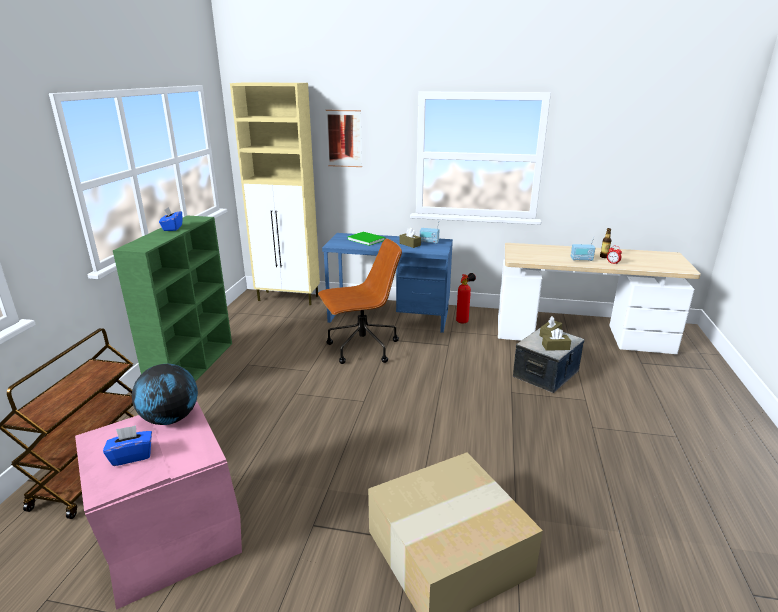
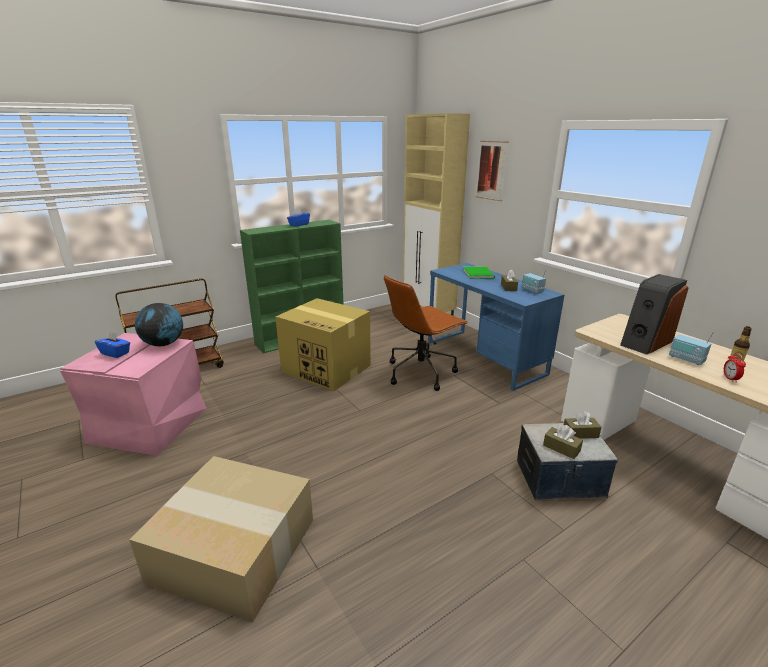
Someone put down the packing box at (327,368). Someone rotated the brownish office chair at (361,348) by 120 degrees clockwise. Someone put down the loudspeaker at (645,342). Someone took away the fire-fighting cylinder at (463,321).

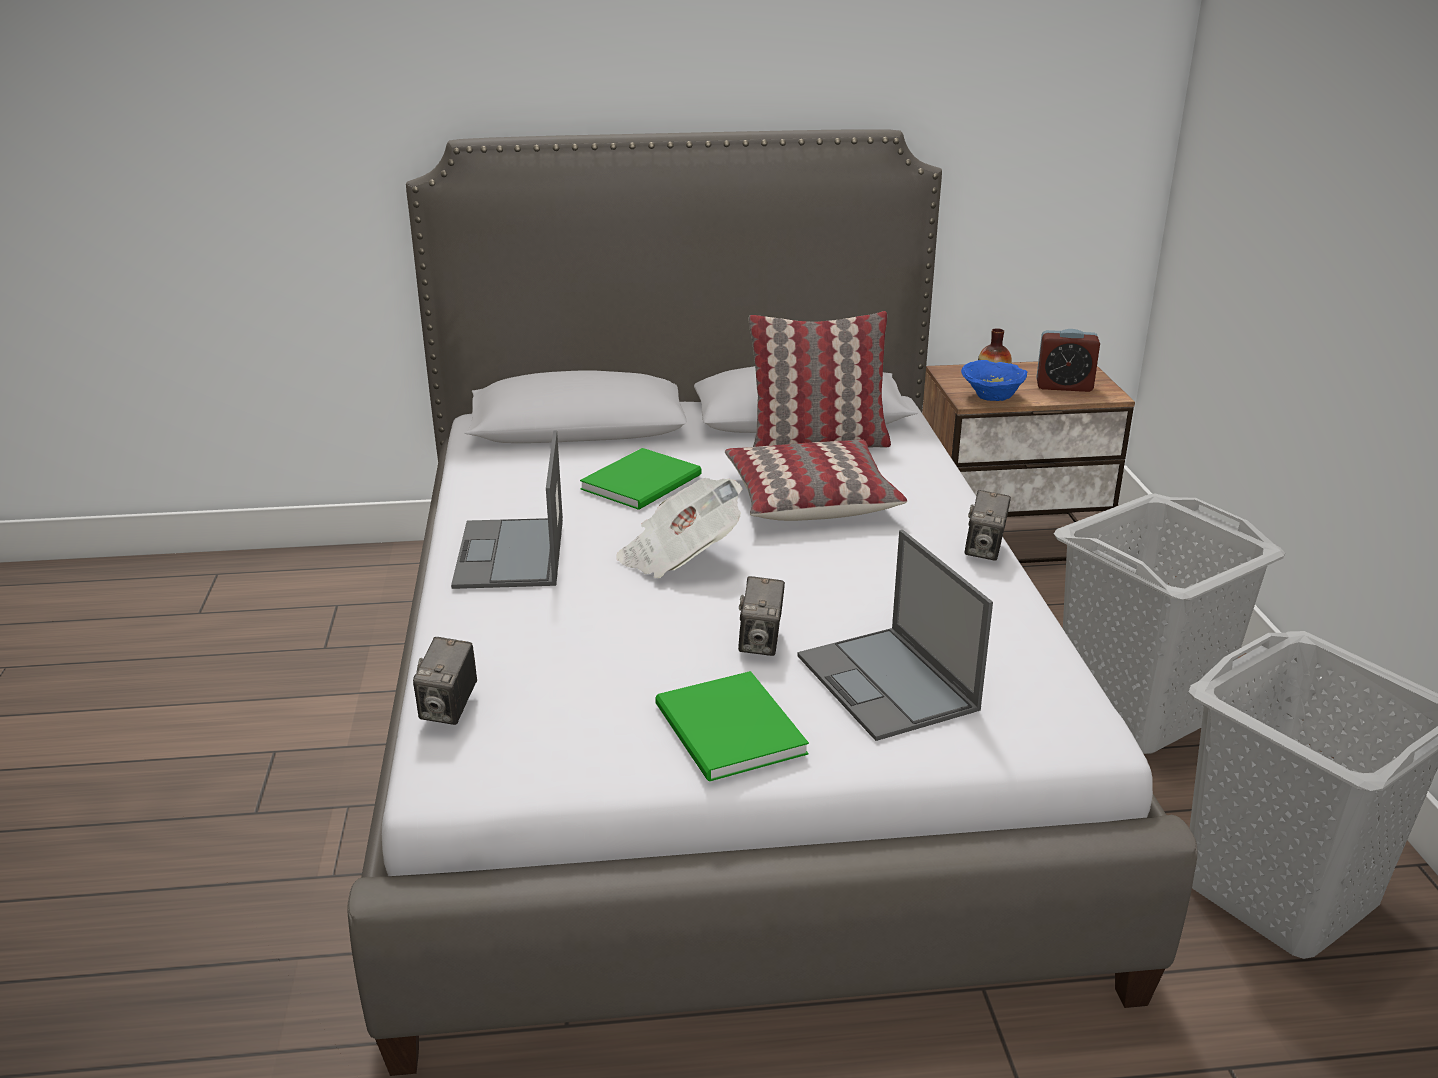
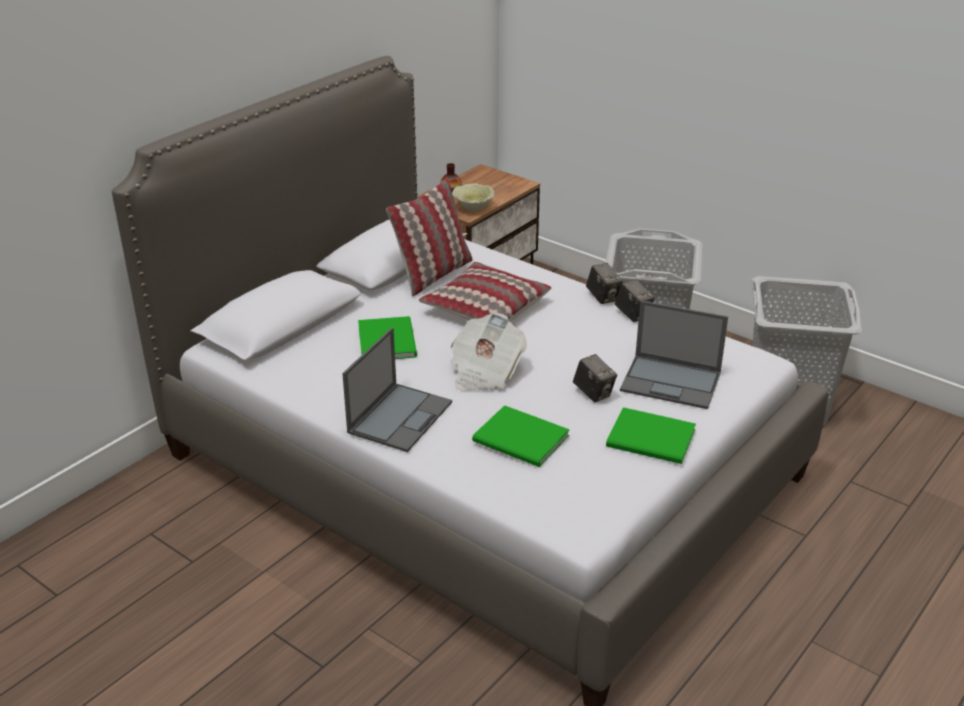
Someone rotated the laptop at (511,555) by 105 degrees counterclockwise. Someone repainted the blue-coloured deep dish at (991,396), which became the sand-coloured deep dish at (472,207). Someone put down the green-coloured bound book at (522,440). Someone carried the photo camera from (449,709) to (633,315). Someone took away the bedside clock at (1064,386).

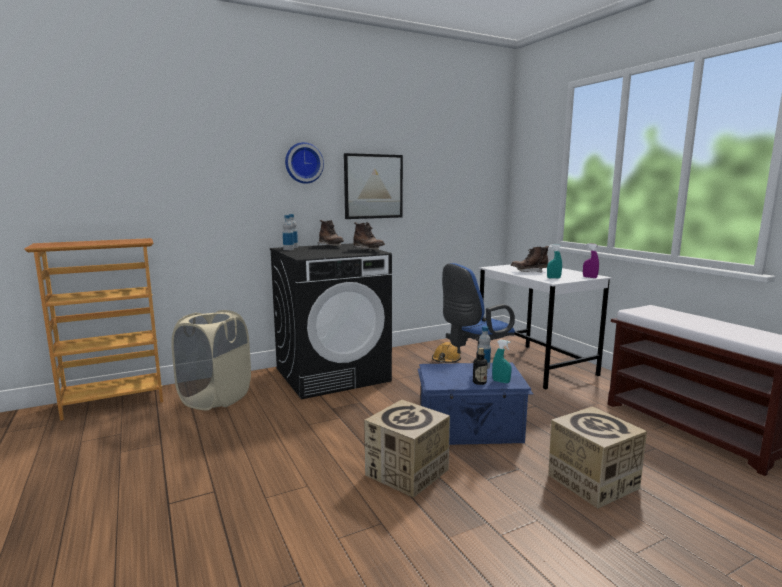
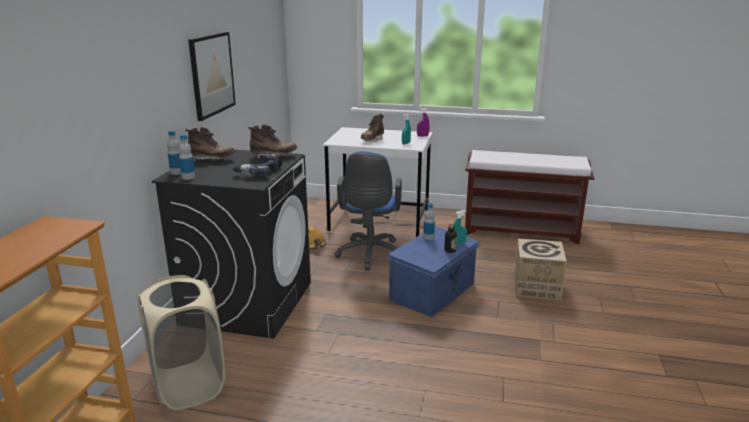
Someone put down the electric drill at (259,172). Someone took away the wall clock at (303,163). Someone took away the packing box at (407,472).

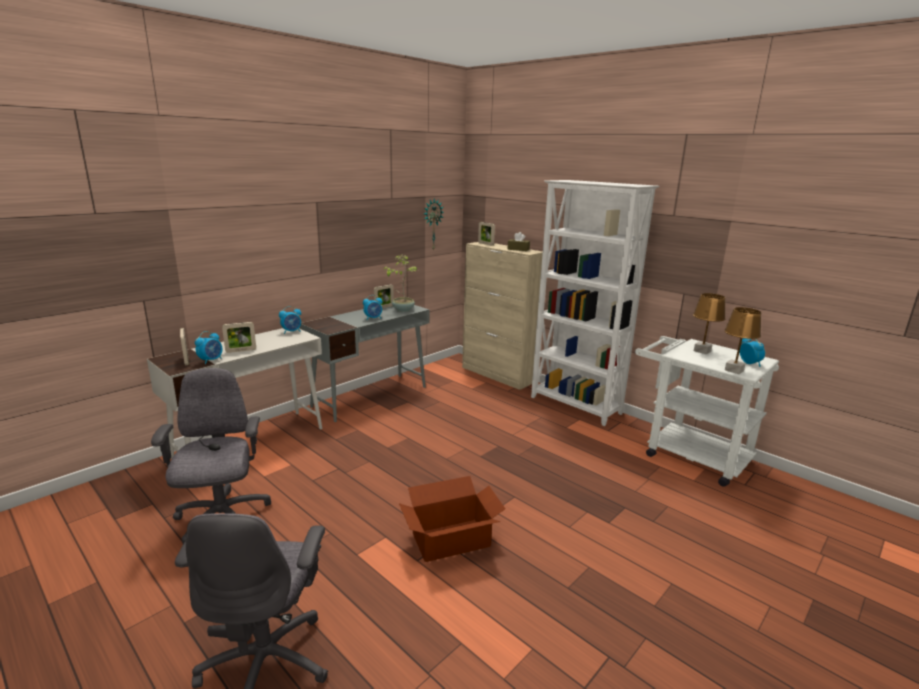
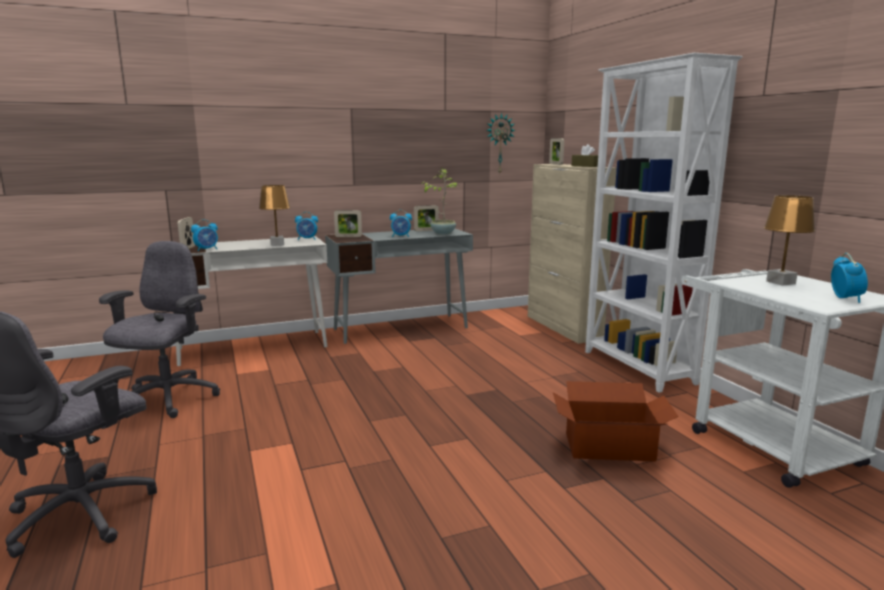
Someone carried the brownish tabletop lamp from (734,370) to (277,244). Someone carried the picture frame from (241,350) to (348,237). Someone carried the packing box from (452,540) to (610,447).

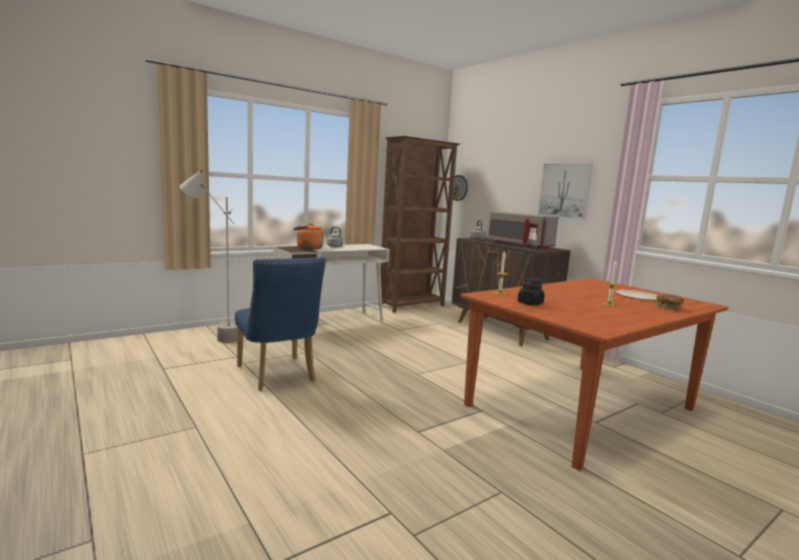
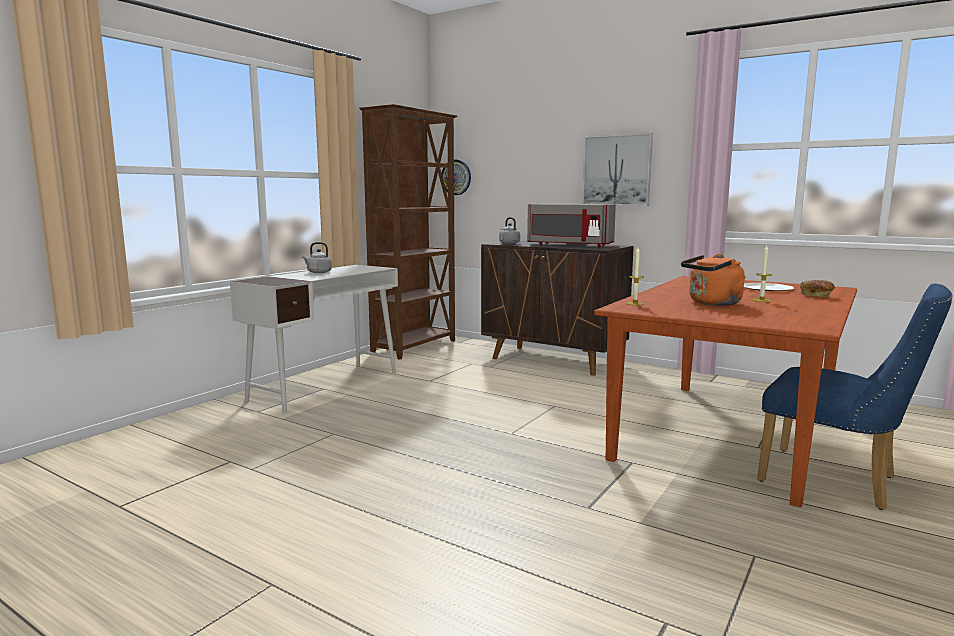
Someone carried the orange-coloured tea kettle from (307,248) to (712,303). Someone carried the blue-coloured upright chair from (278,376) to (838,482). Someone took away the grey standard lamp at (212,337). Someone took away the black jar at (530,303).

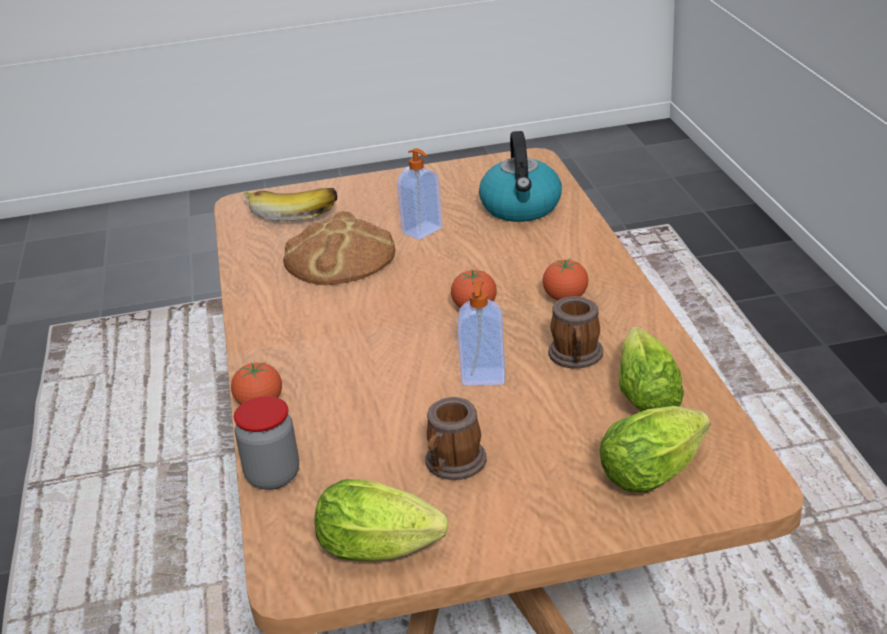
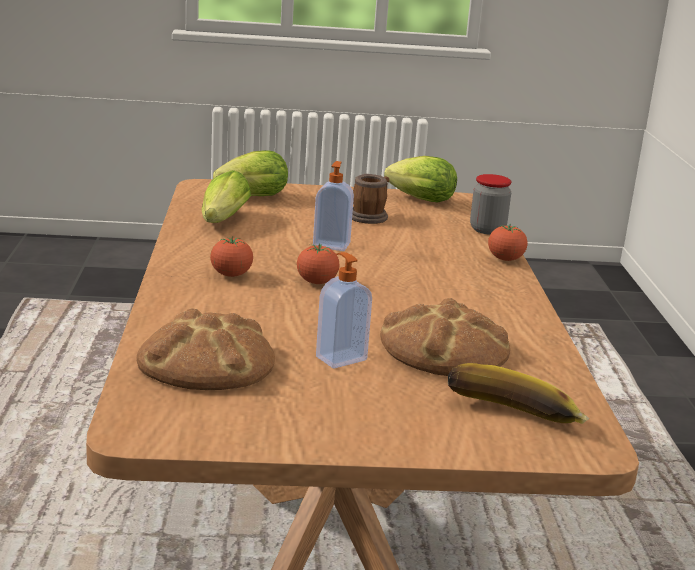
Someone swapped the tea kettle at (521,208) for the baked bread at (206,361). Someone took away the tea mug at (576,357).

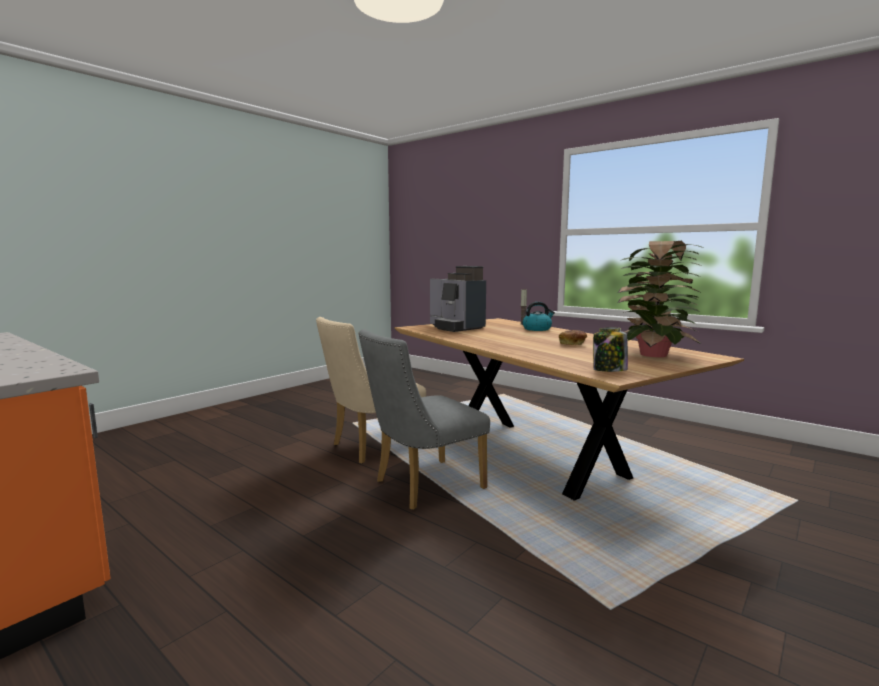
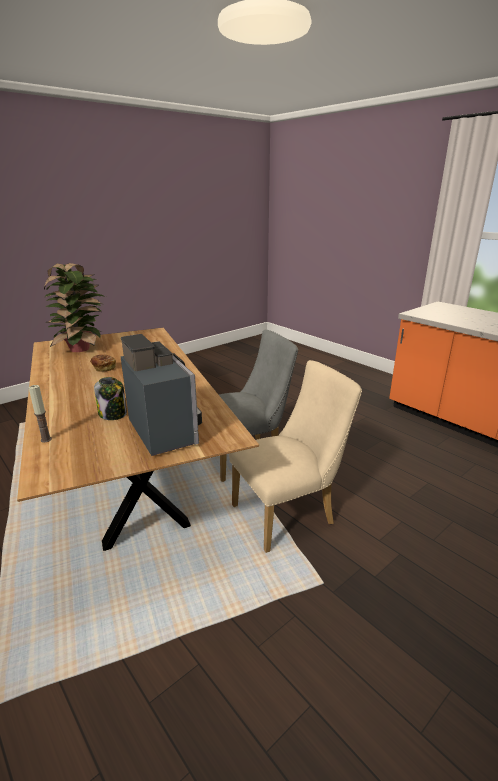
Someone carried the jar from (609,370) to (113,414). Someone took away the tea kettle at (537,329).

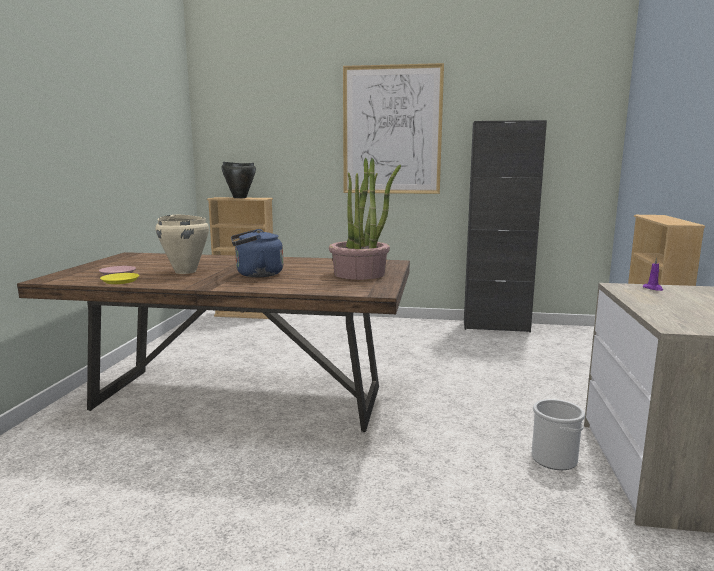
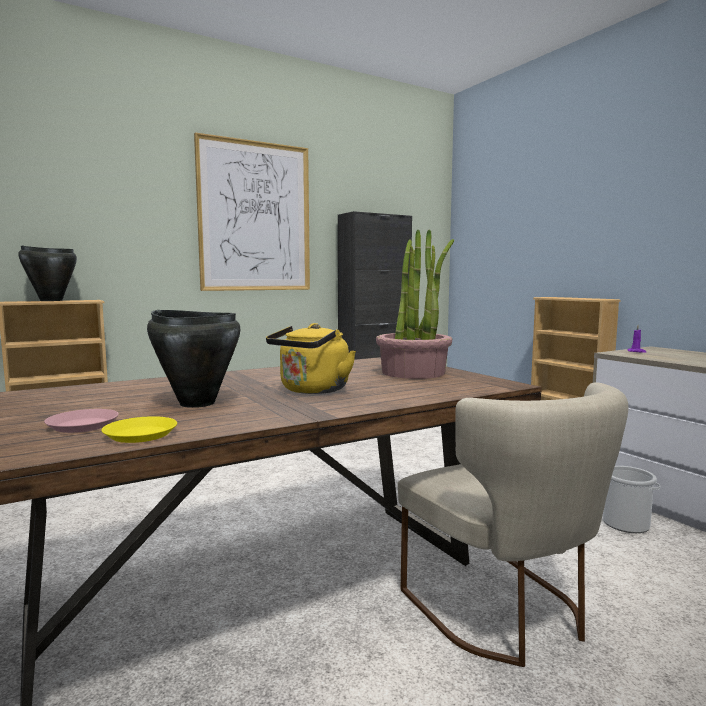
Someone repainted the sand-coloured stockpot at (186,271), which became the black stockpot at (197,403). Someone repainted the blue-coloured tea kettle at (256,275), which became the yellowish tea kettle at (312,390). Someone put down the sand-coloured upright chair at (505,614).

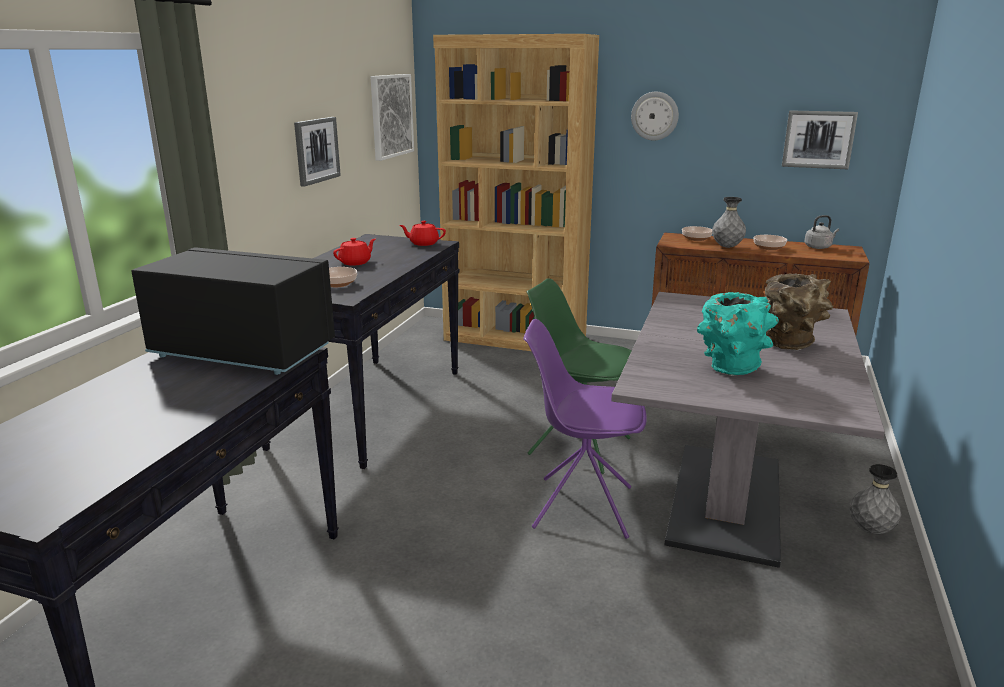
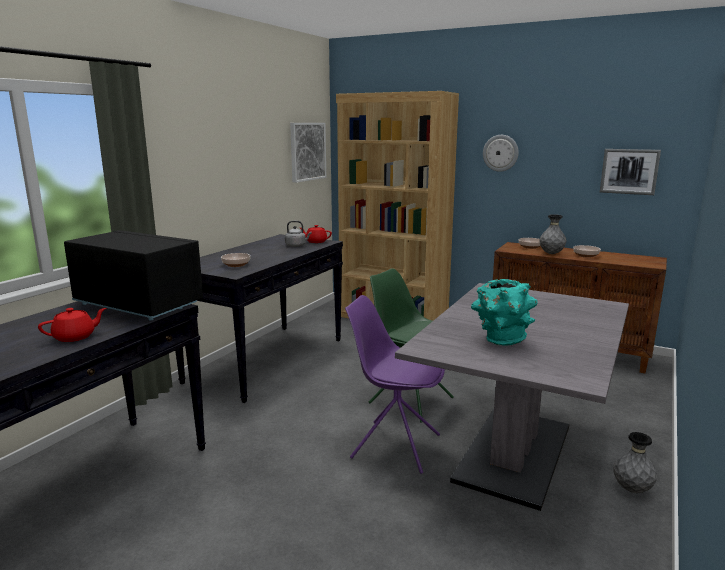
Someone carried the reddish pot for tea from (355,262) to (75,337). Someone carried the grey tea kettle from (819,247) to (296,245). Someone took away the wall art at (316,150). Someone took away the brownish decorative vase at (789,345).

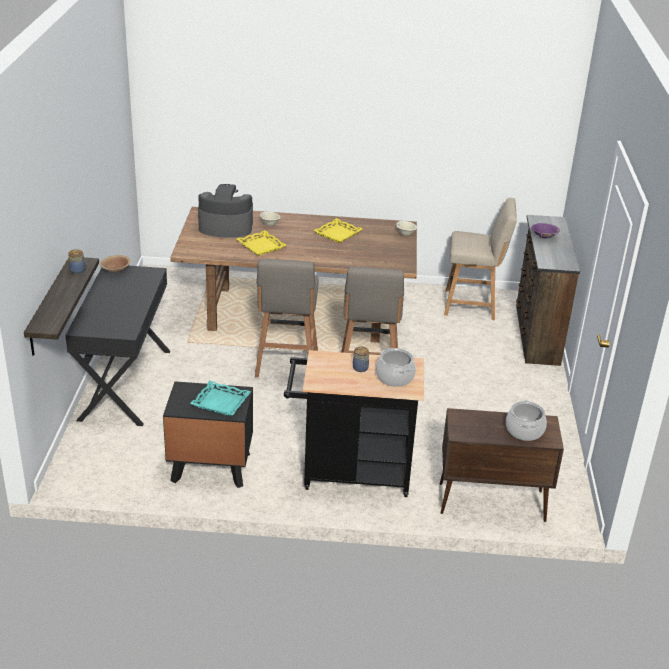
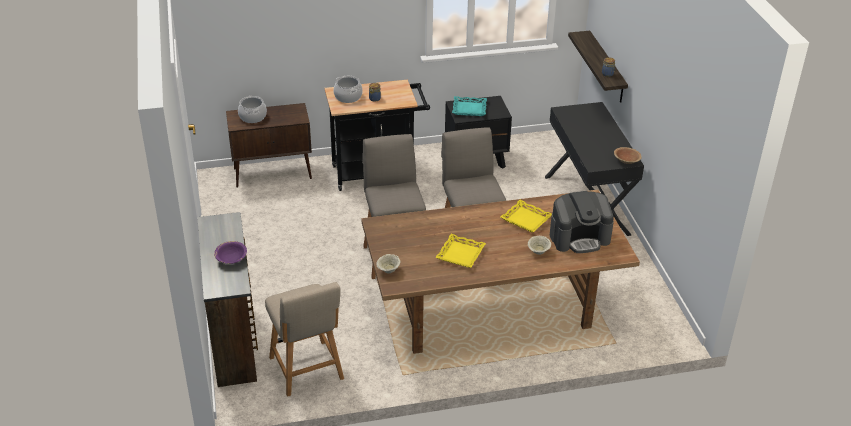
Someone rotated the sand-coloured upright chair at (473,305) by 105 degrees counterclockwise.

